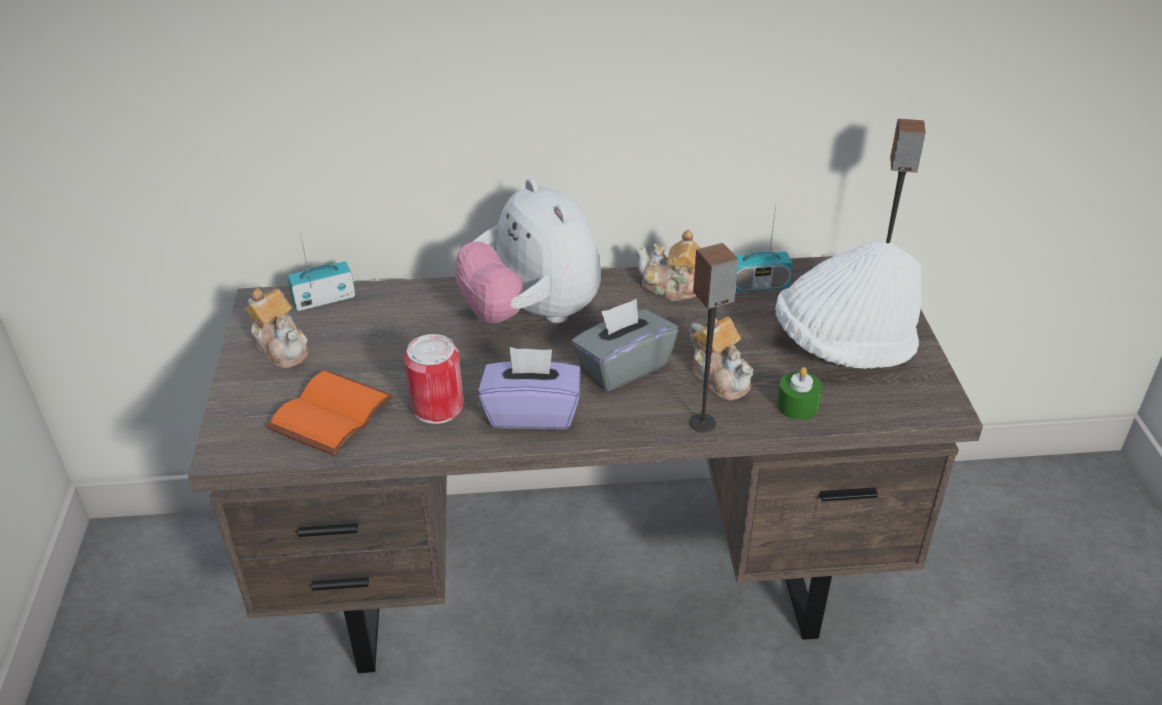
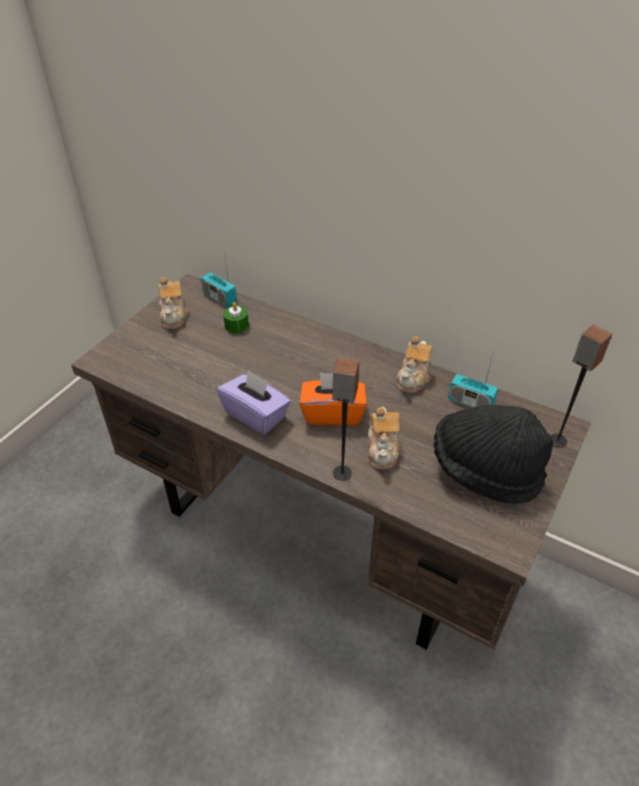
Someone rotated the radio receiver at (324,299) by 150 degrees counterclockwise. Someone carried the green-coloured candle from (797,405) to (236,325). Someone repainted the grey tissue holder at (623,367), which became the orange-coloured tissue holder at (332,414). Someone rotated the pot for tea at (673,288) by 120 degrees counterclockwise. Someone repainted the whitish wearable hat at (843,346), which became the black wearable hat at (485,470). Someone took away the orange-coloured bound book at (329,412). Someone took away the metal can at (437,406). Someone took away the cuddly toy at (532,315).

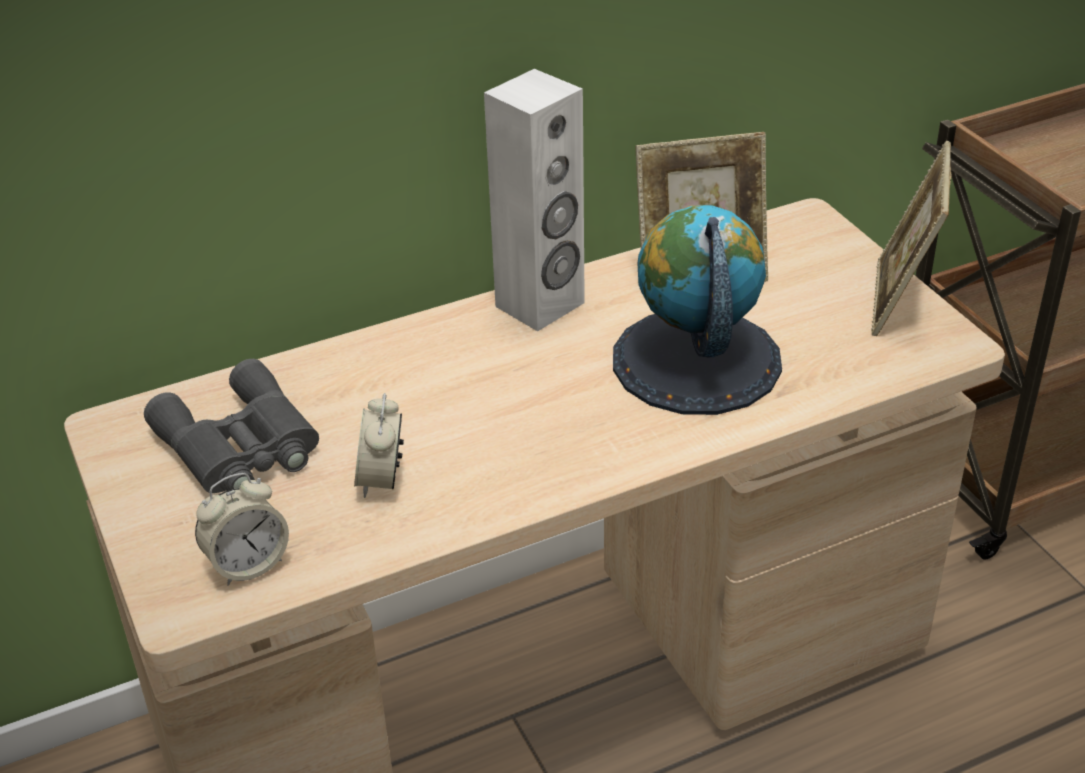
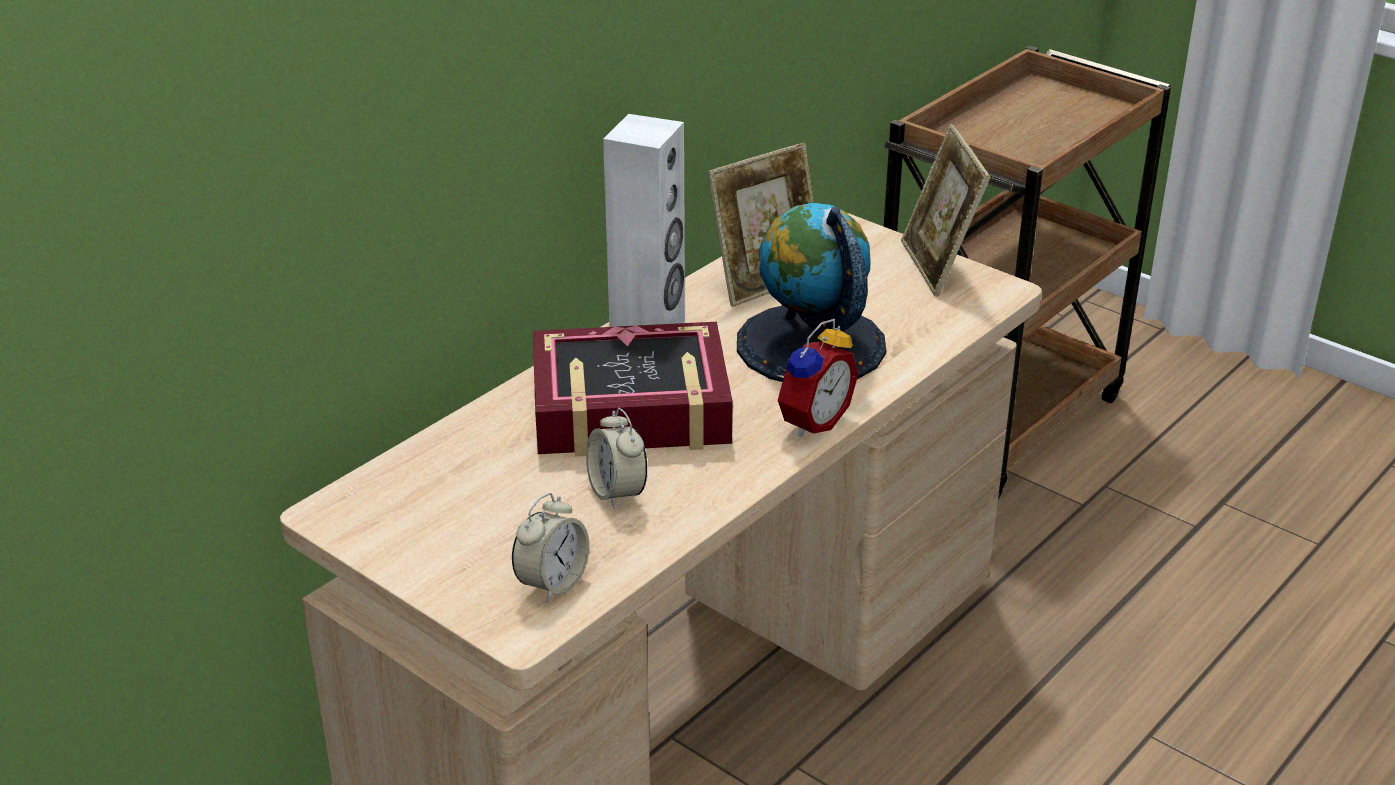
Someone put down the bound book at (630,409). Someone put down the bedside clock at (811,421). Someone took away the grey binoculars at (240,447).

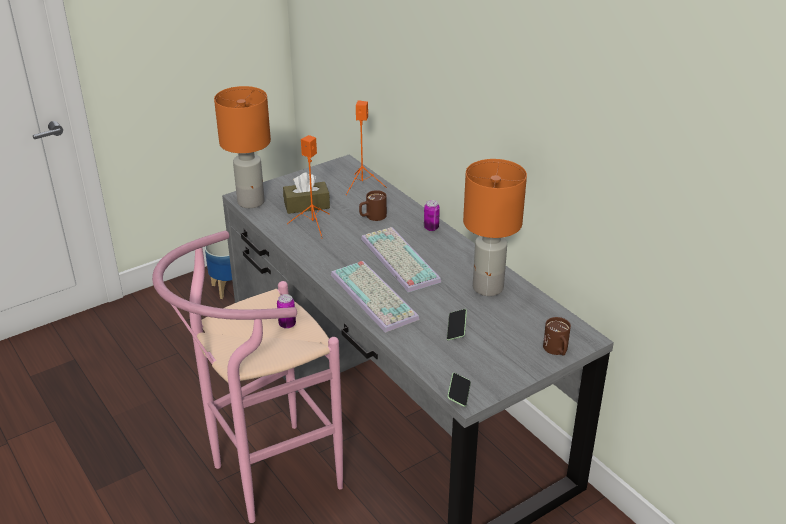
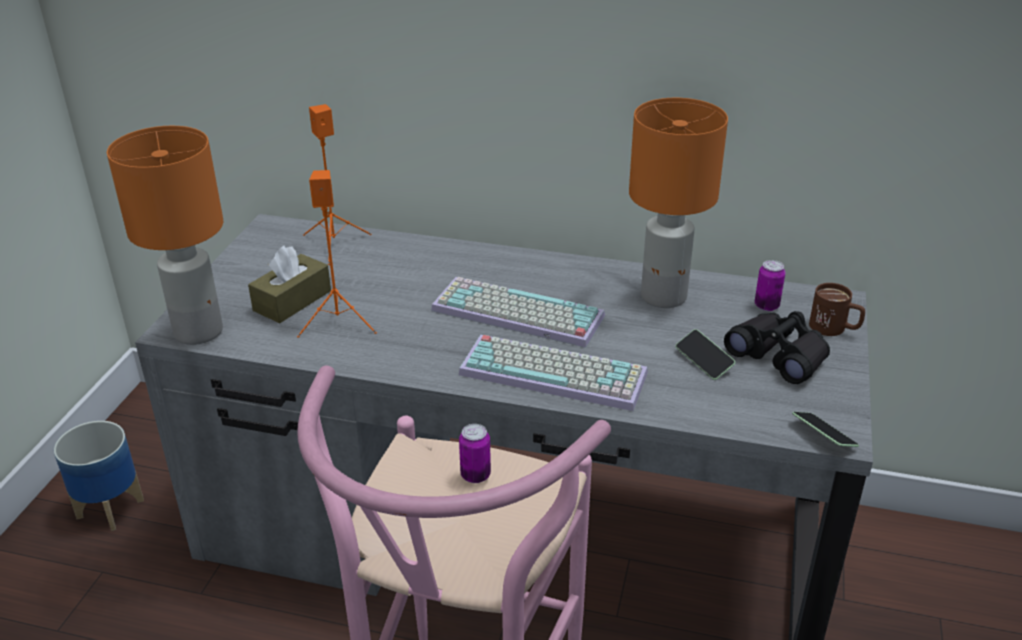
Someone put down the black binoculars at (779,356). Someone carried the metal can from (431,228) to (766,306). Someone took away the brownish tea mug at (372,217).

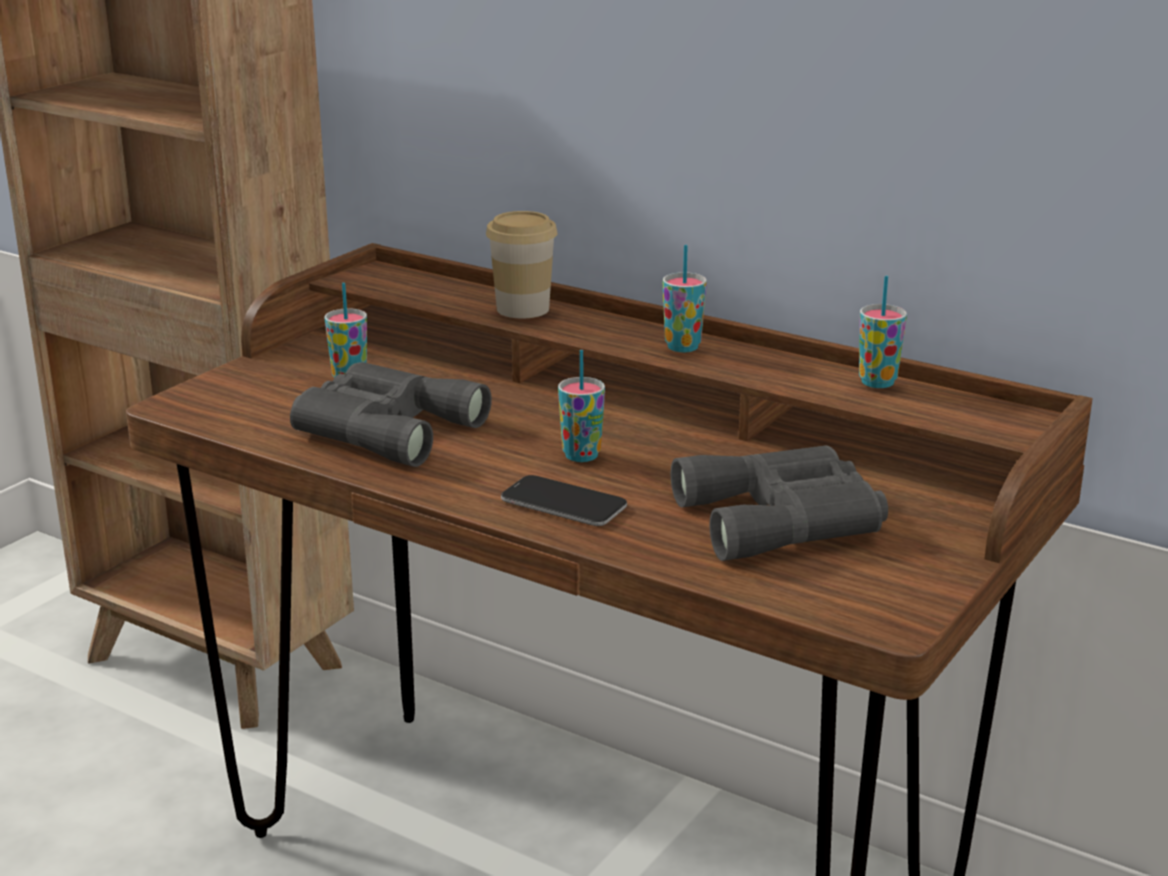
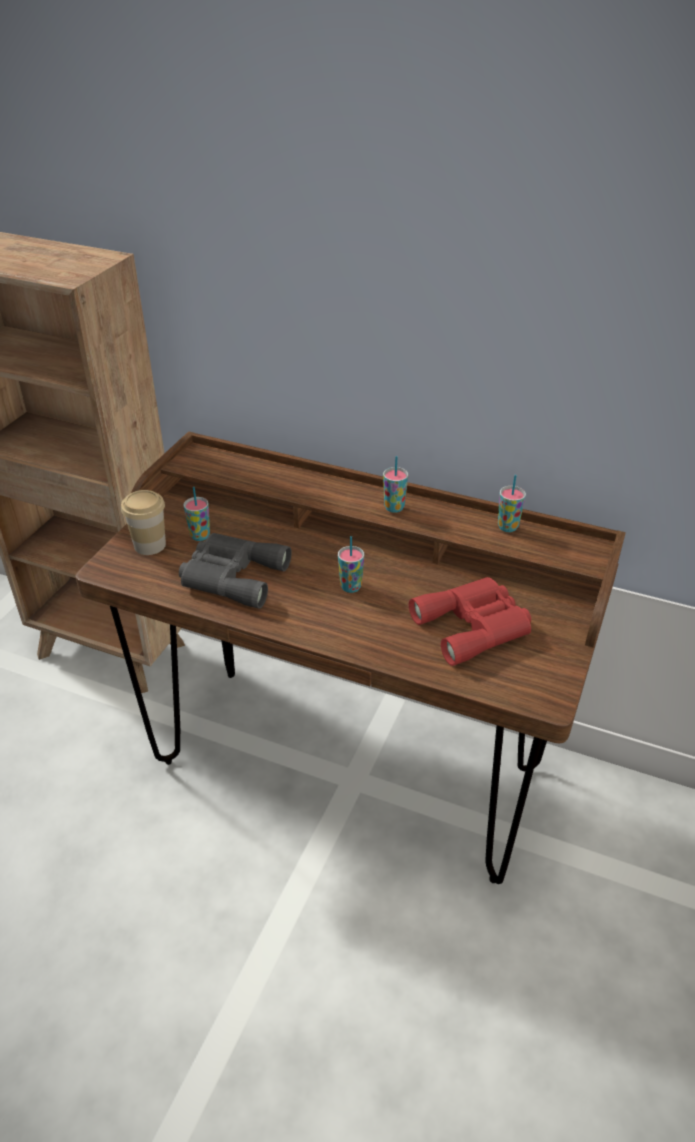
Someone carried the small cup from (523,309) to (150,545). Someone repainted the grey binoculars at (786,518), which became the reddish binoculars at (475,626). Someone took away the phone at (563,504).

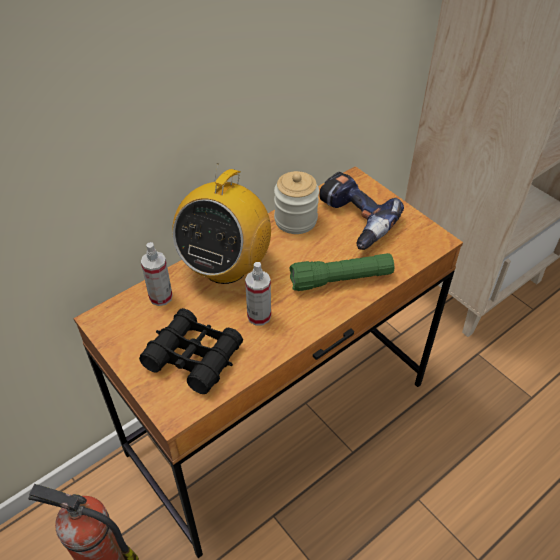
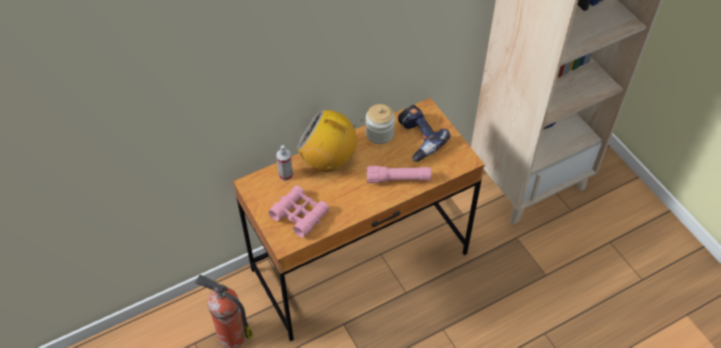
Someone repainted the black binoculars at (193,356), which became the pink-coloured binoculars at (299,215). Someone rotated the radio receiver at (225,266) by 75 degrees clockwise. Someone repainted the green-coloured flashlight at (341,279), which became the pink-coloured flashlight at (398,179). Someone took away the hand sprayer at (259,316).

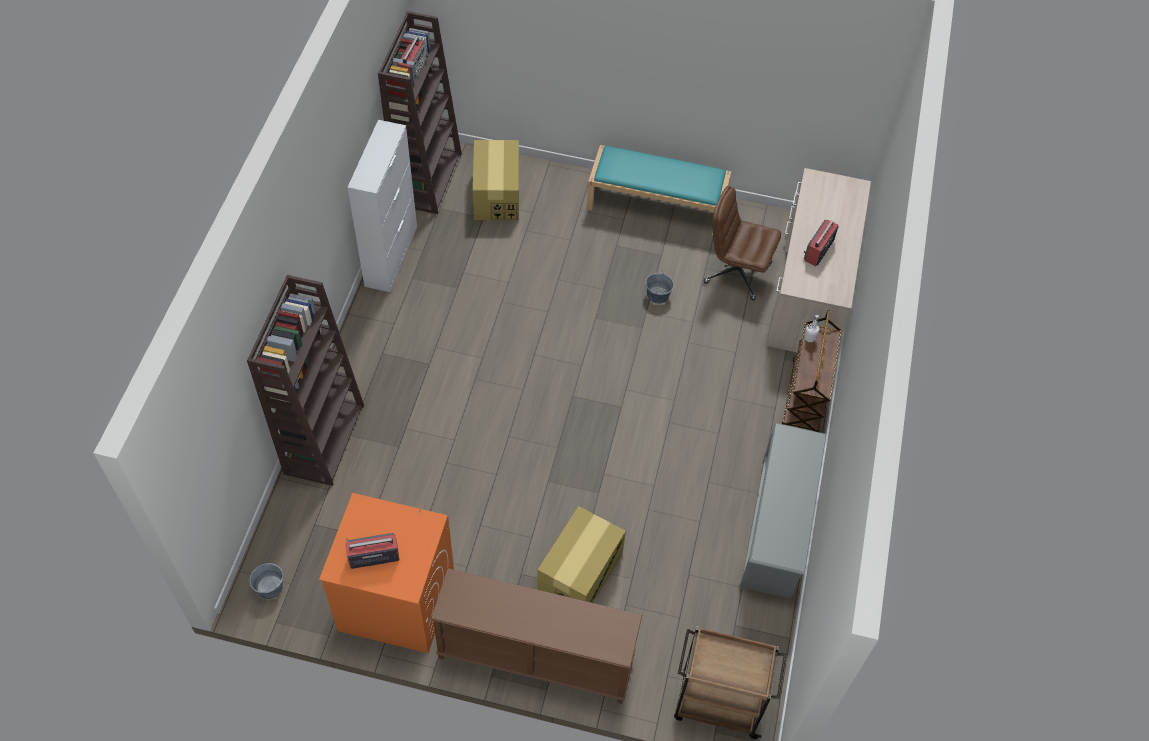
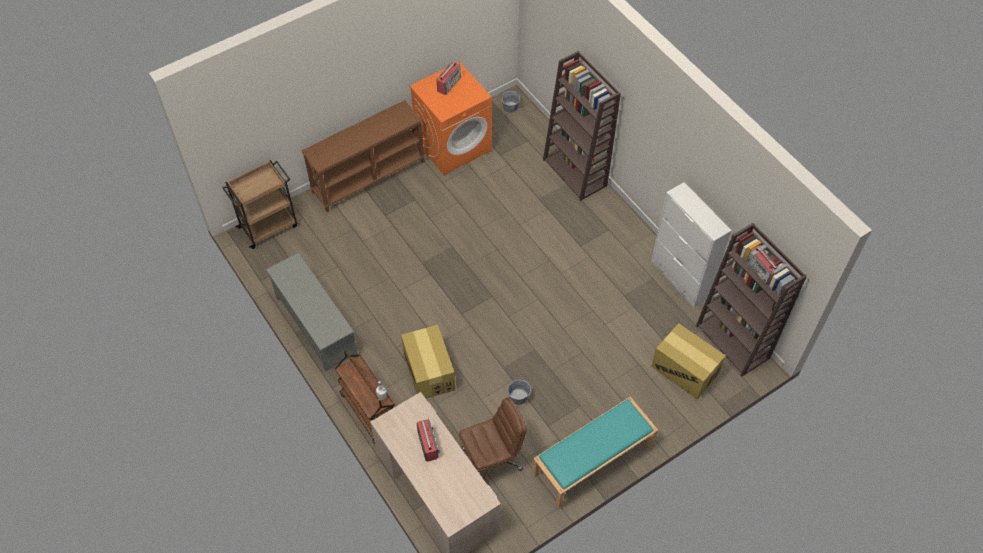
Someone carried the packing box from (580,572) to (429,371).

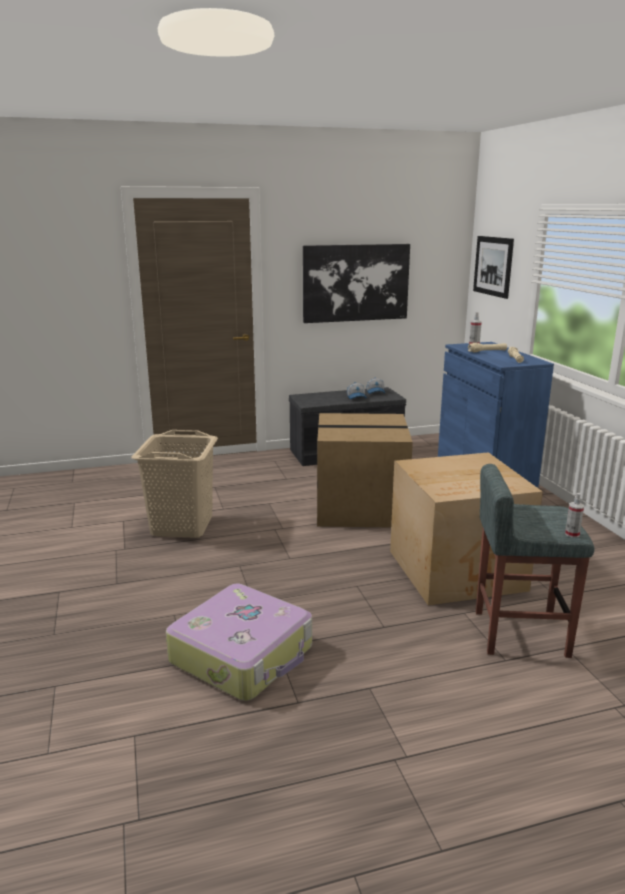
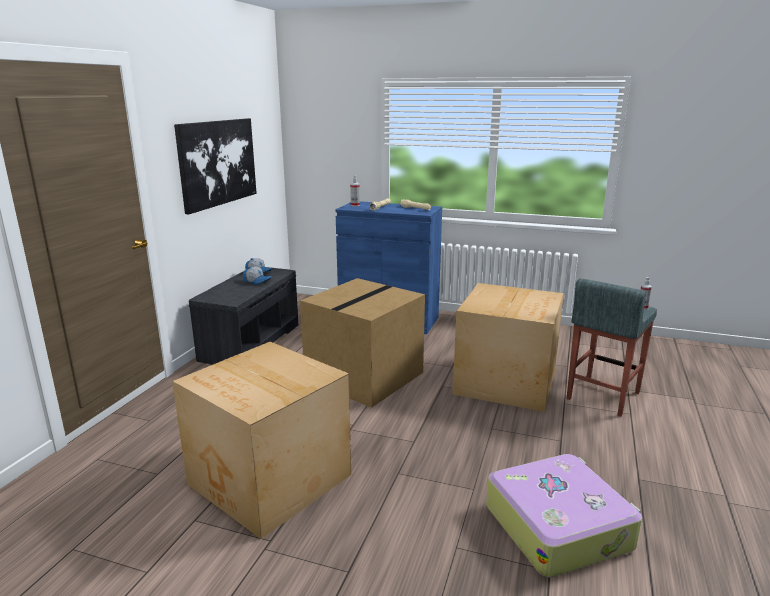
Someone swapped the sand-coloured washing basket at (181,526) for the packing box at (269,481). Someone took away the wall art at (493,266).

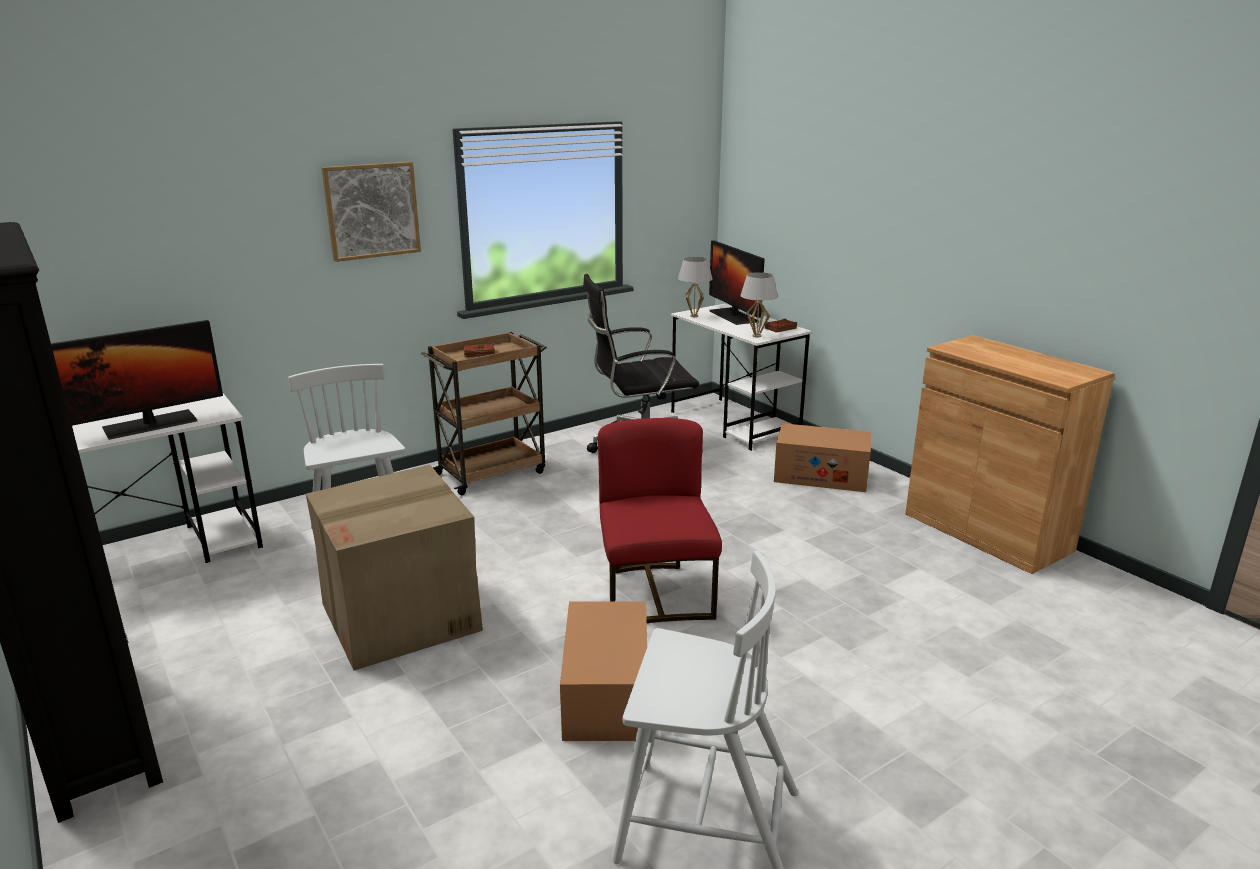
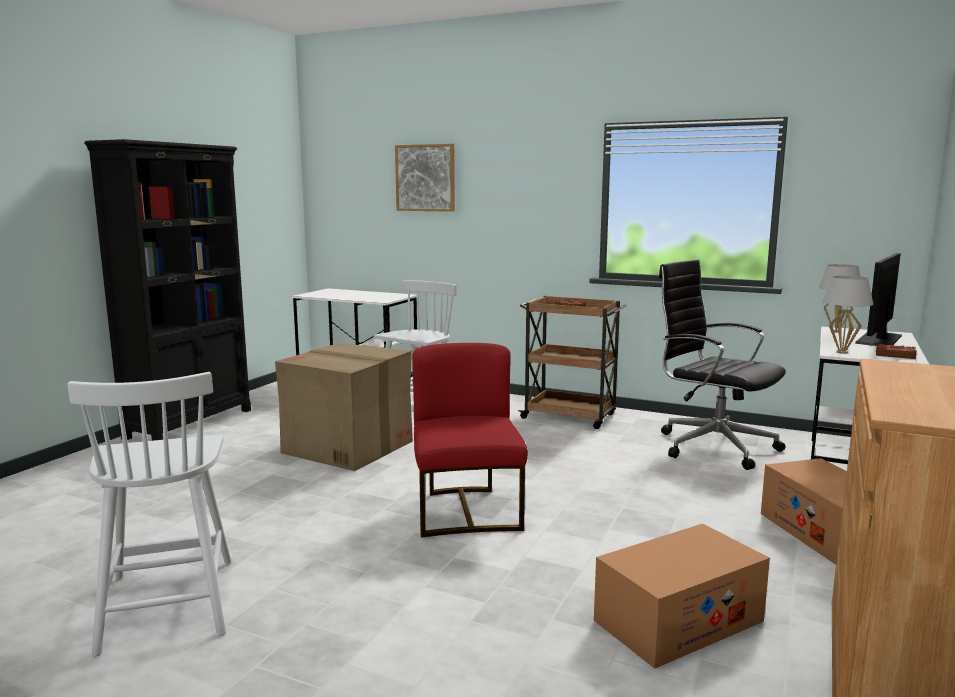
Someone carried the wall art from (372,210) to (425,178). Someone rotated the reddish upright chair at (655,594) by 60 degrees counterclockwise. Someone carried the packing box from (606,693) to (678,621). Someone took away the computer display at (150,424).

